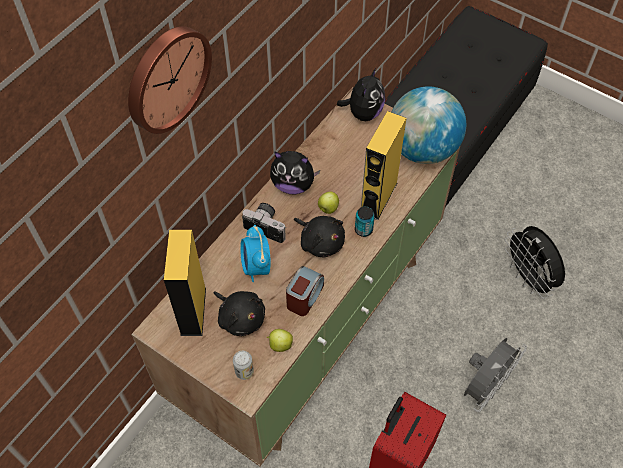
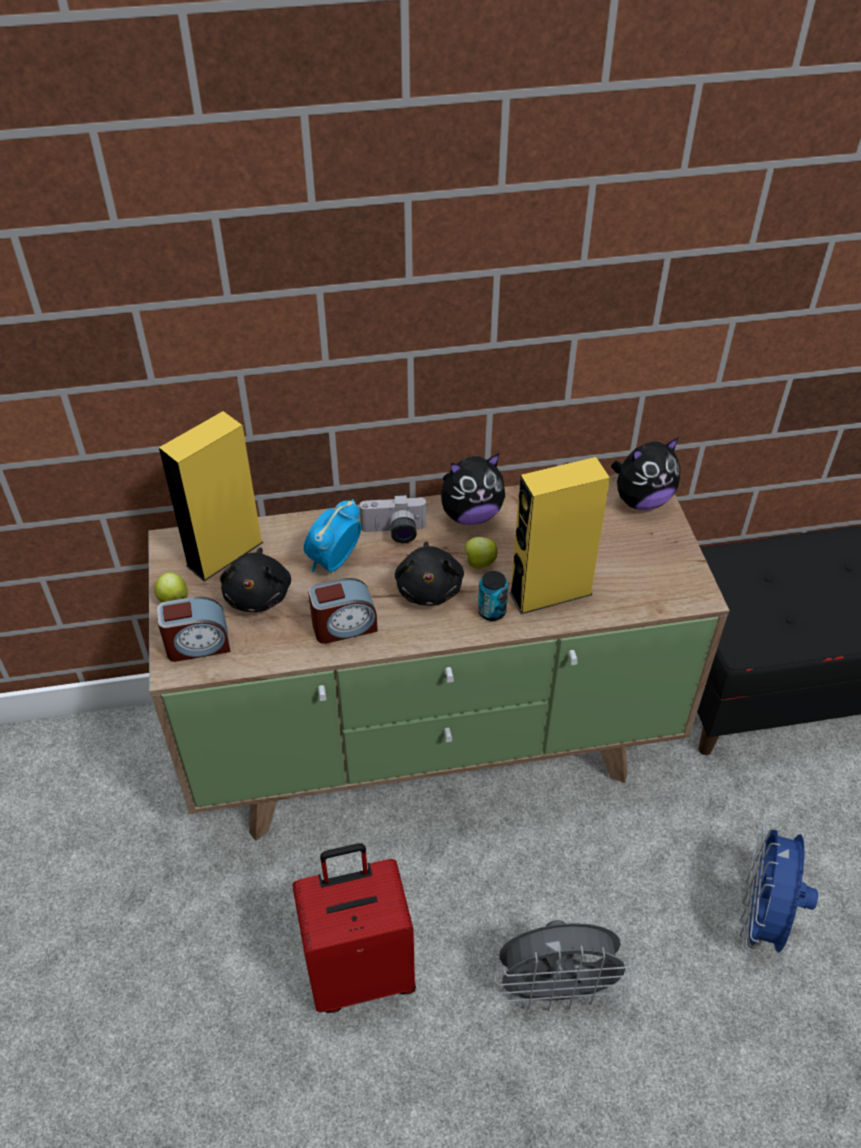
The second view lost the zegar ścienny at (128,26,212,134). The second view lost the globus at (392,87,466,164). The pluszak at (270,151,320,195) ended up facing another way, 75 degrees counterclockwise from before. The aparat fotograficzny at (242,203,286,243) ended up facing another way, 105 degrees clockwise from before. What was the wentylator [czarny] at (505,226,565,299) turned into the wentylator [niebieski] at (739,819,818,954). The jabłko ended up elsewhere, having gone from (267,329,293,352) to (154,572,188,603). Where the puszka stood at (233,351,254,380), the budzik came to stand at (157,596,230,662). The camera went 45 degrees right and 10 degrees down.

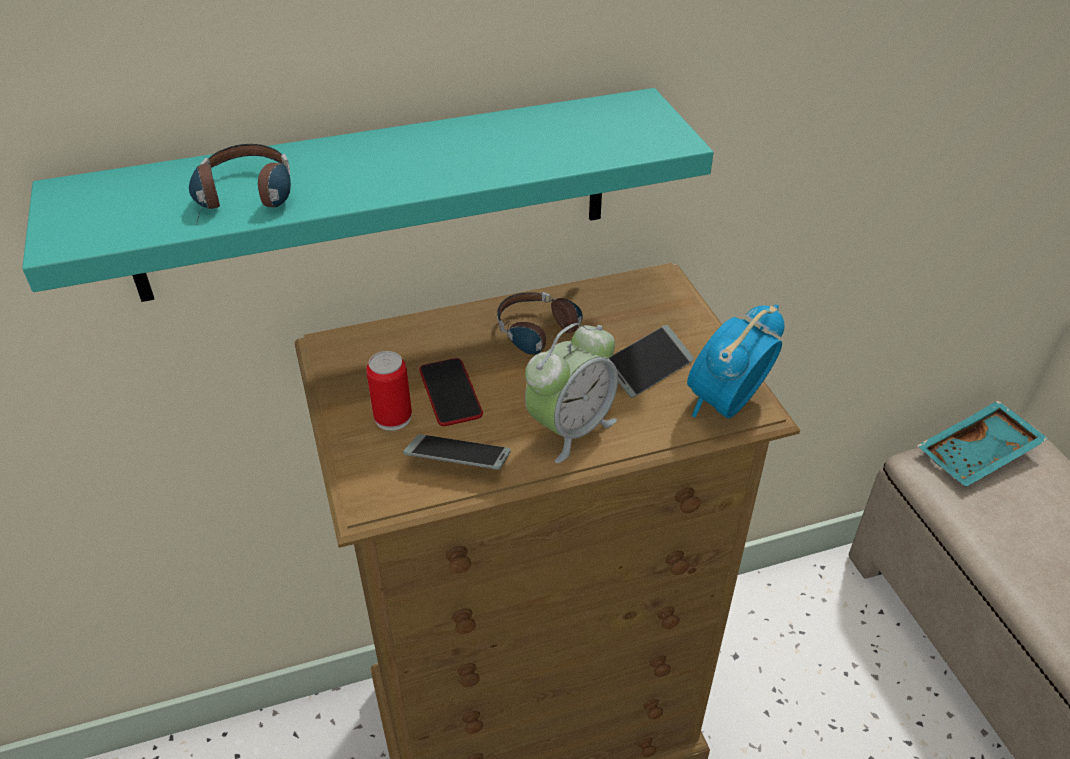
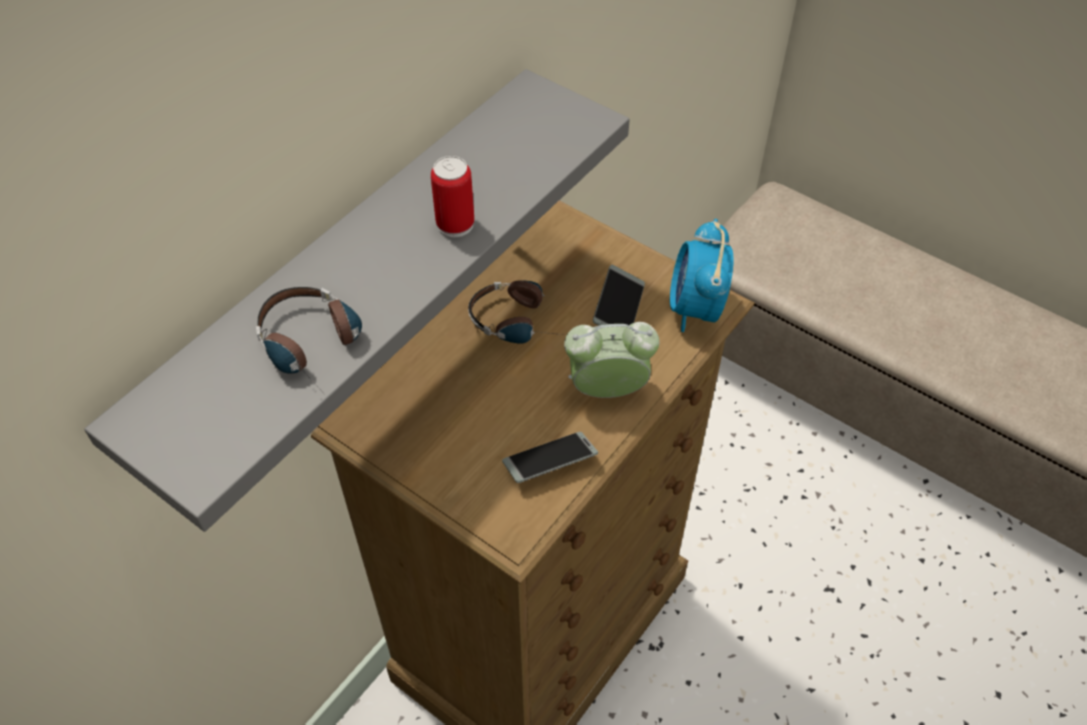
What was the półka [turkusowy] at (22,88,714,302) turned into the półka [szary] at (84,69,630,532). The budzik at (525,323,618,463) ended up facing another way, 105 degrees counterclockwise from before. The puszka ended up elsewhere, having gone from (366,351,412,431) to (431,156,474,237). The second view lost the telefon at (419,358,483,426). The second view lost the taca [turkusowy] at (917,401,1048,487). The camera went 35 degrees left and 10 degrees up.

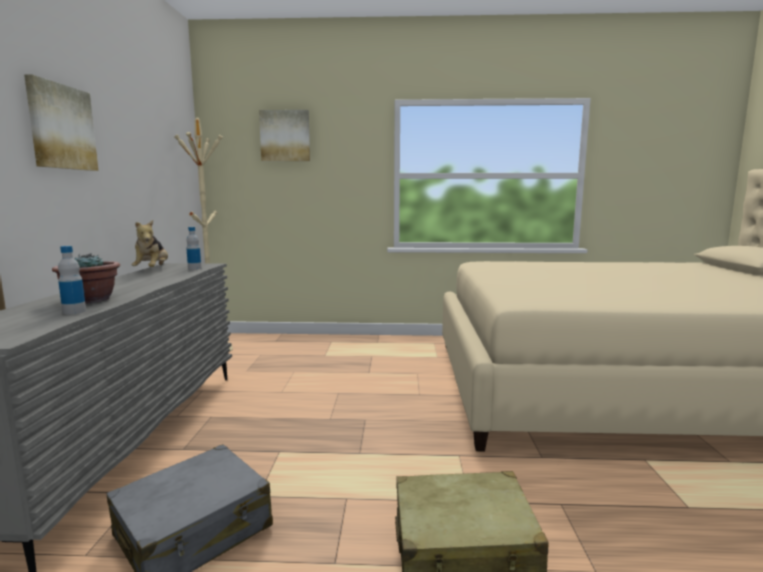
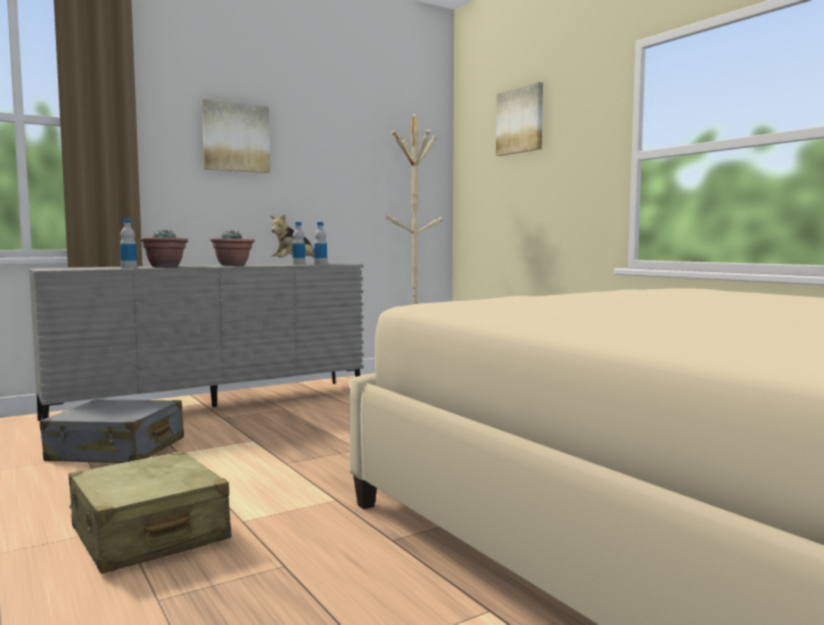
The second view gained the butelka at (292,222,305,265). The second view gained the roślina doniczkowa at (210,230,255,266). The camera went 55 degrees right and 5 degrees down.

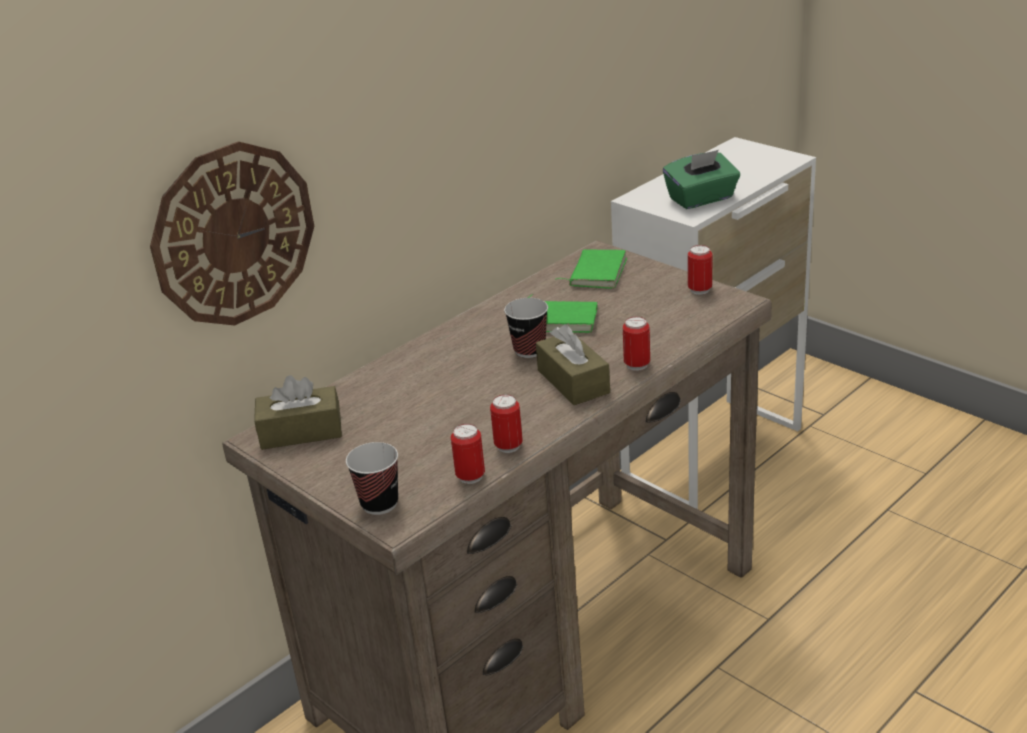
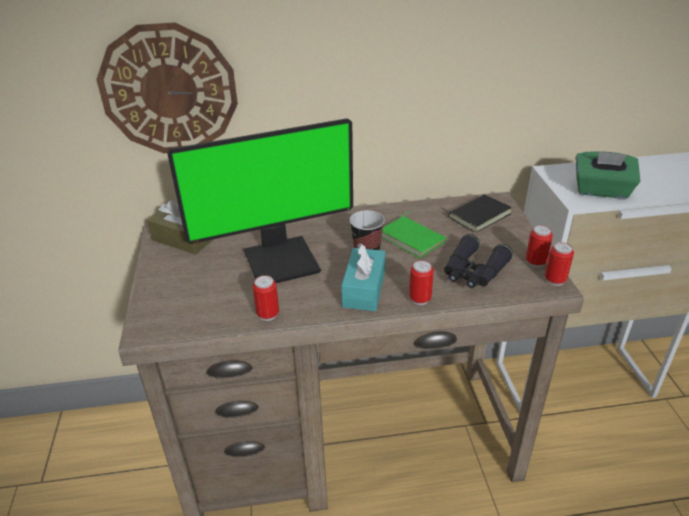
What was the książka [zielony] at (556,249,627,289) turned into the książka [czarny] at (442,195,512,233). What was the pudełko chusteczek [brązowy] at (536,324,610,405) turned into the pudełko chusteczek [turkusowy] at (341,243,385,311). The puszka ended up elsewhere, having gone from (451,424,485,484) to (545,242,574,286). The second view lost the filiżanka at (346,442,398,515). The second view gained the monitor at (167,118,353,283). The second view gained the lornetka [czarny] at (444,234,513,288). The camera went 35 degrees right and 5 degrees up.

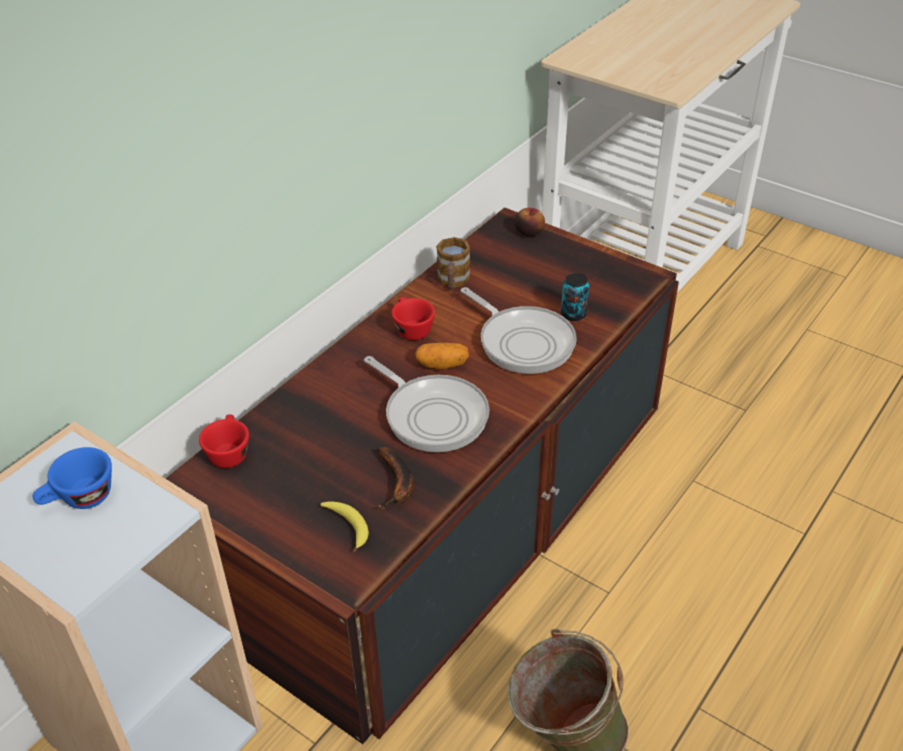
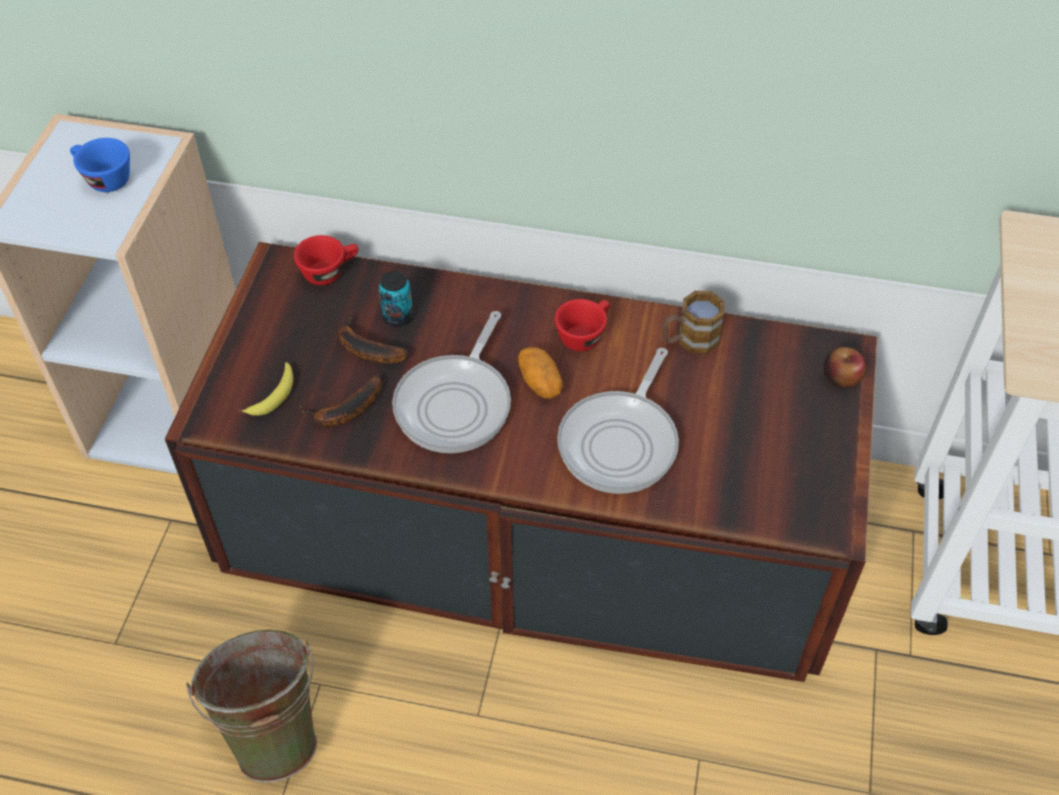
The puszka ended up elsewhere, having gone from (561,273,589,321) to (378,271,413,327). The second view gained the banan at (338,313,409,363). The camera went 65 degrees right and 10 degrees up.

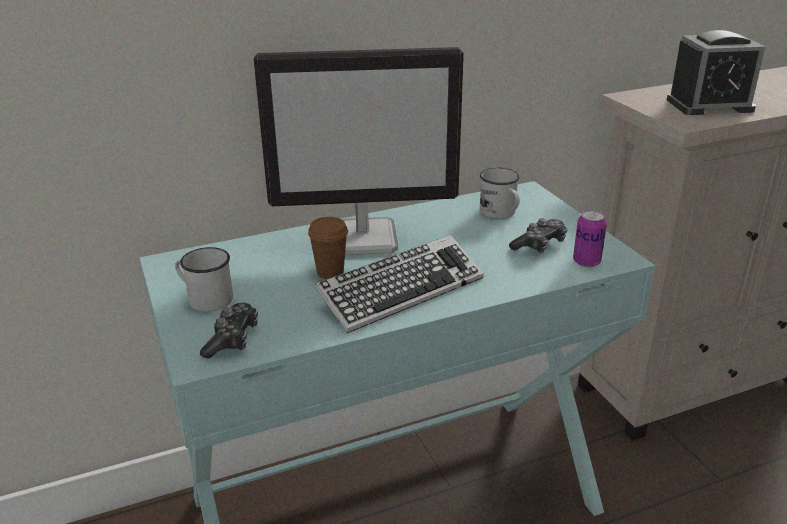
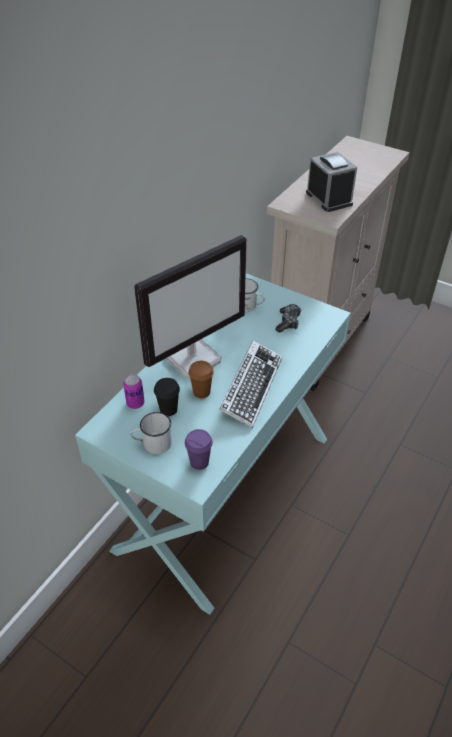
The budzik at (667,30,765,115) ended up facing another way, 75 degrees counterclockwise from before. The puszka ended up elsewhere, having gone from (573,210,607,267) to (123,374,145,409). Where the pad do gier stood at (200,303,258,359), the filiżanka [fioletowy] came to stand at (185,429,213,470). The second view gained the filiżanka [czarny] at (154,378,180,416). The camera went 35 degrees left and 15 degrees up.

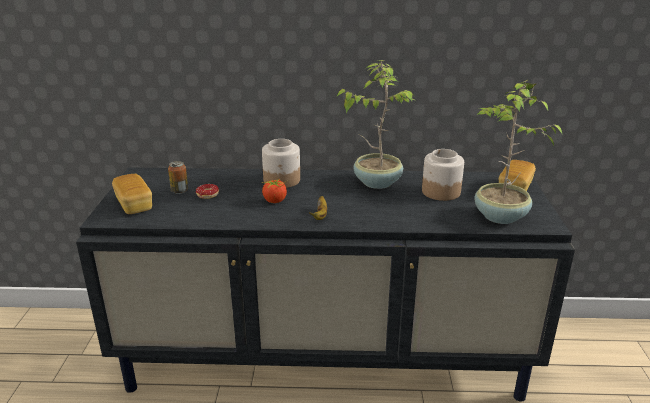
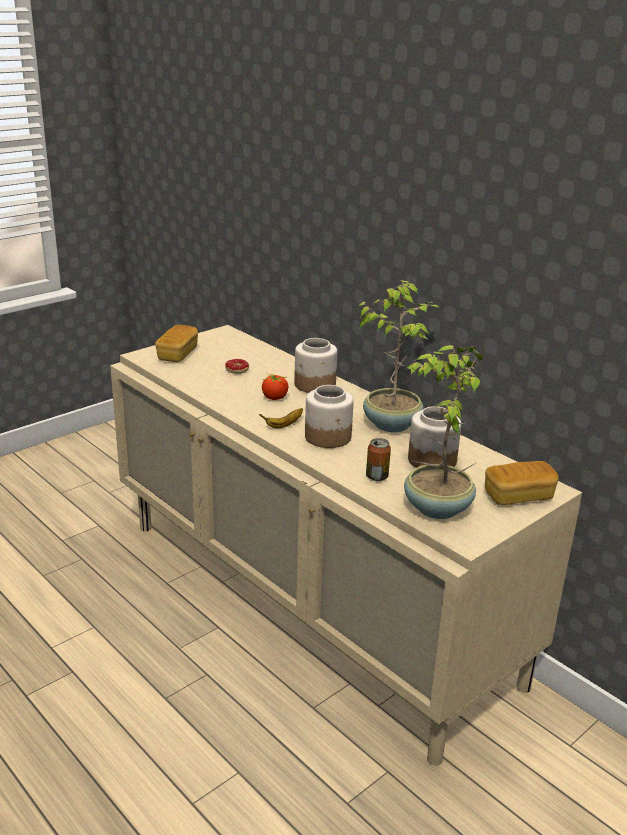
The puszka ended up elsewhere, having gone from (168,161,188,194) to (366,438,391,481). What was the szafka [czarny] at (76,168,575,402) turned into the szafka [beżowy] at (110,325,582,766). The second view gained the słoik at (305,385,354,448). The camera went 45 degrees right and 0 degrees up.

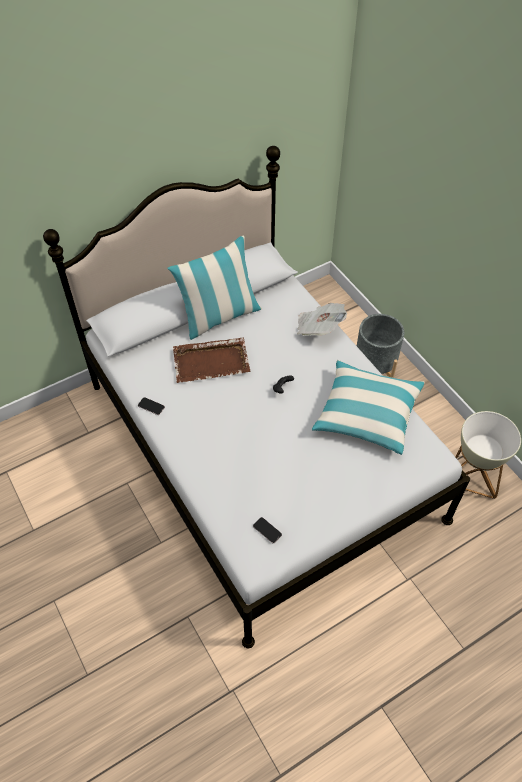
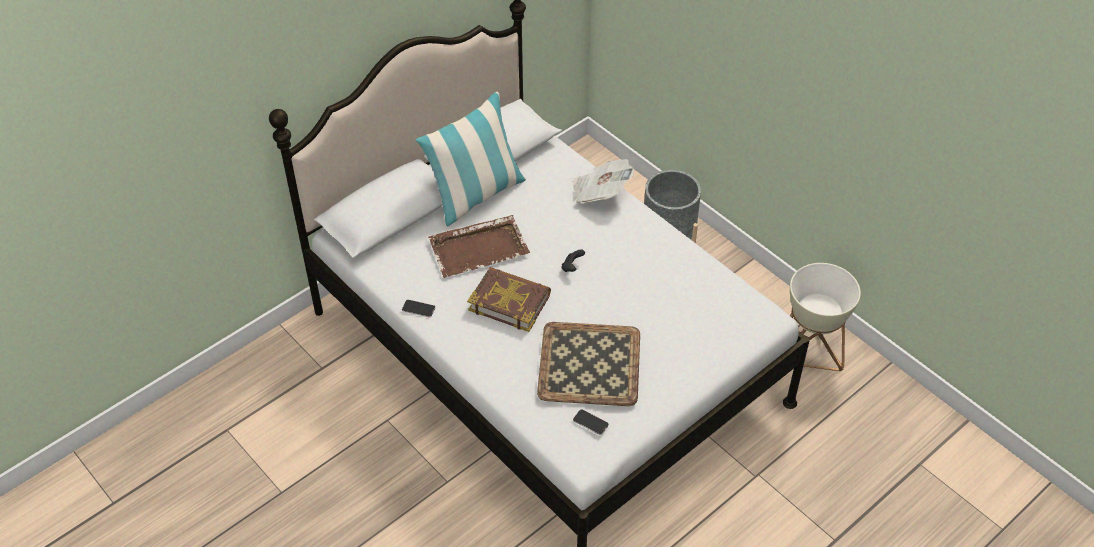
The second view lost the poduszka at (312,360,425,455). The second view gained the książka at (467,267,551,332). The second view gained the taca at (537,322,640,406). The camera went 10 degrees left and 5 degrees down.

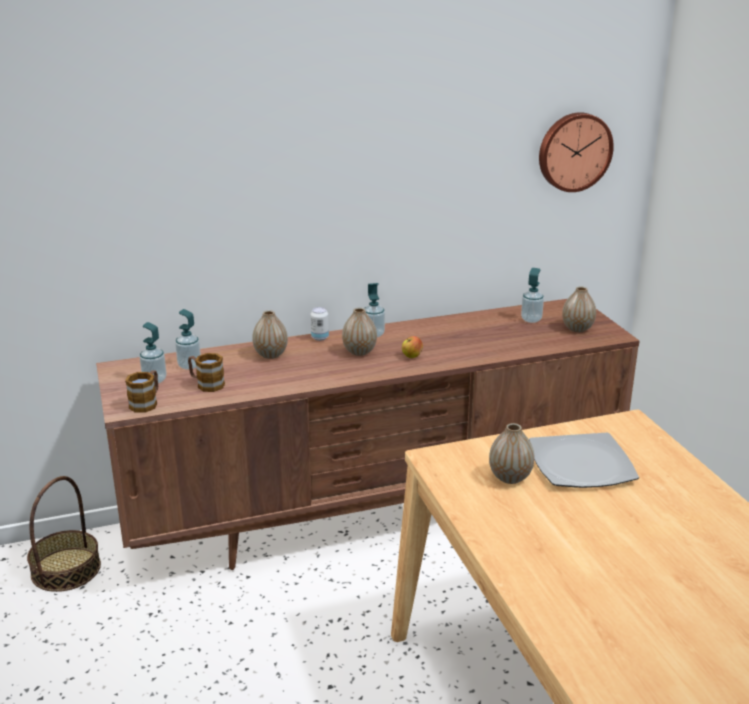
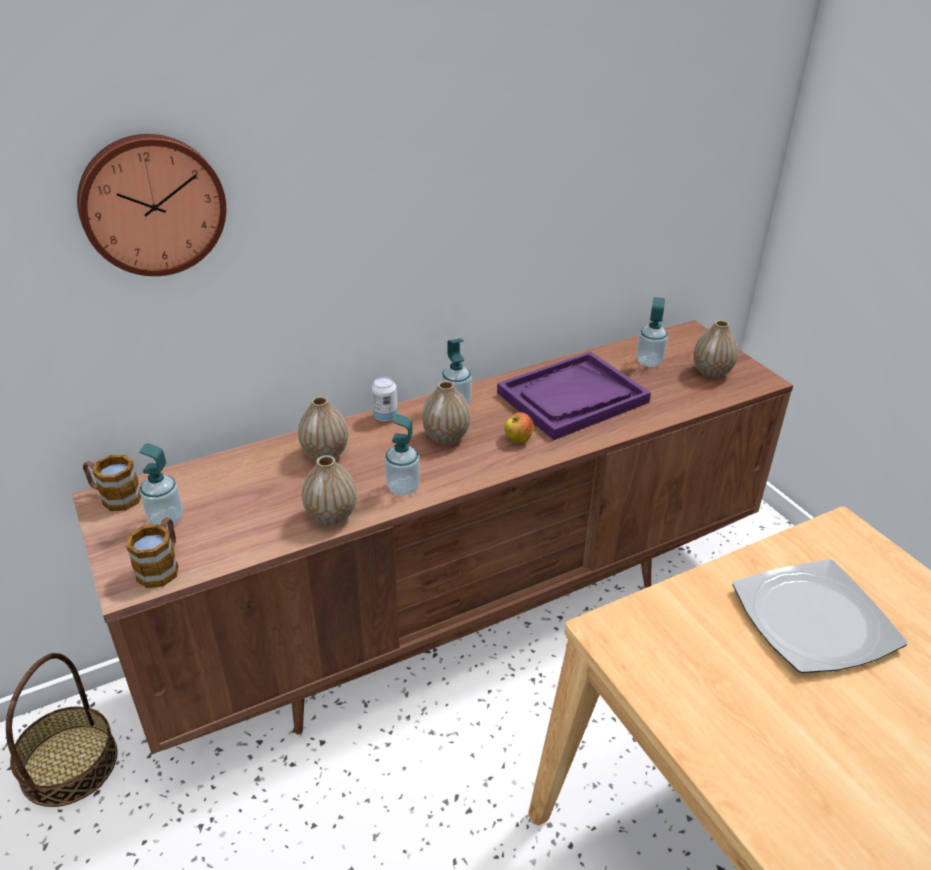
The zegar ścienny ended up elsewhere, having gone from (539,112,614,192) to (77,134,226,276). The dozownik mydła ended up elsewhere, having gone from (175,309,201,370) to (385,414,420,496). The kubek ended up elsewhere, having gone from (188,353,225,392) to (83,455,141,511). The wazon ended up elsewhere, having gone from (489,423,534,484) to (302,455,357,525). The second view gained the taca [fioletowy] at (497,351,651,440). The camera went 10 degrees left and 10 degrees up.

